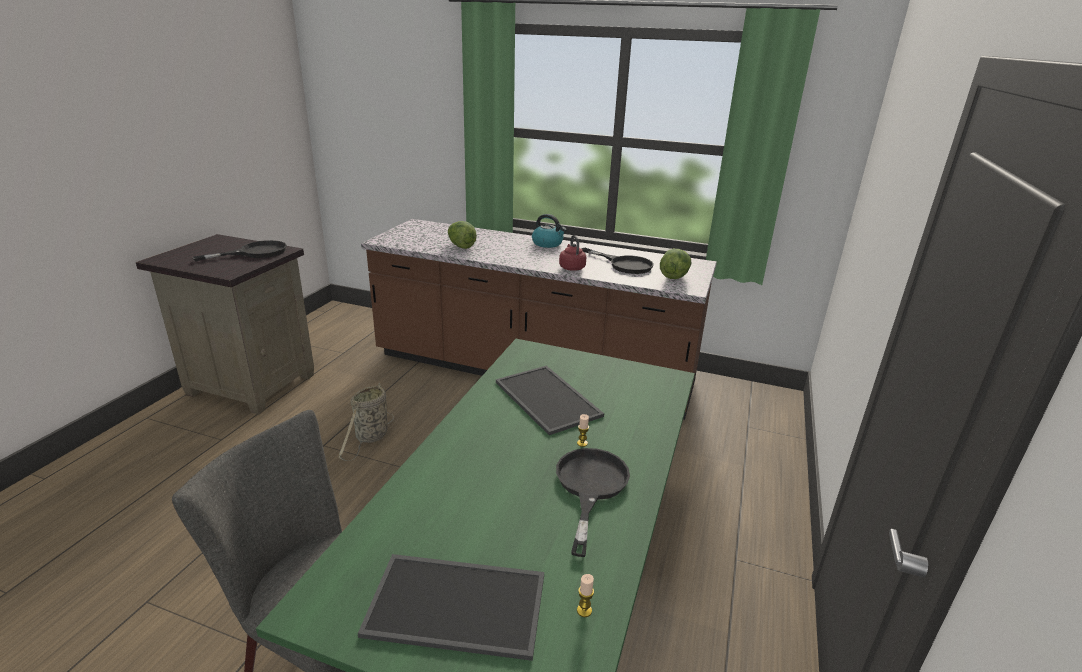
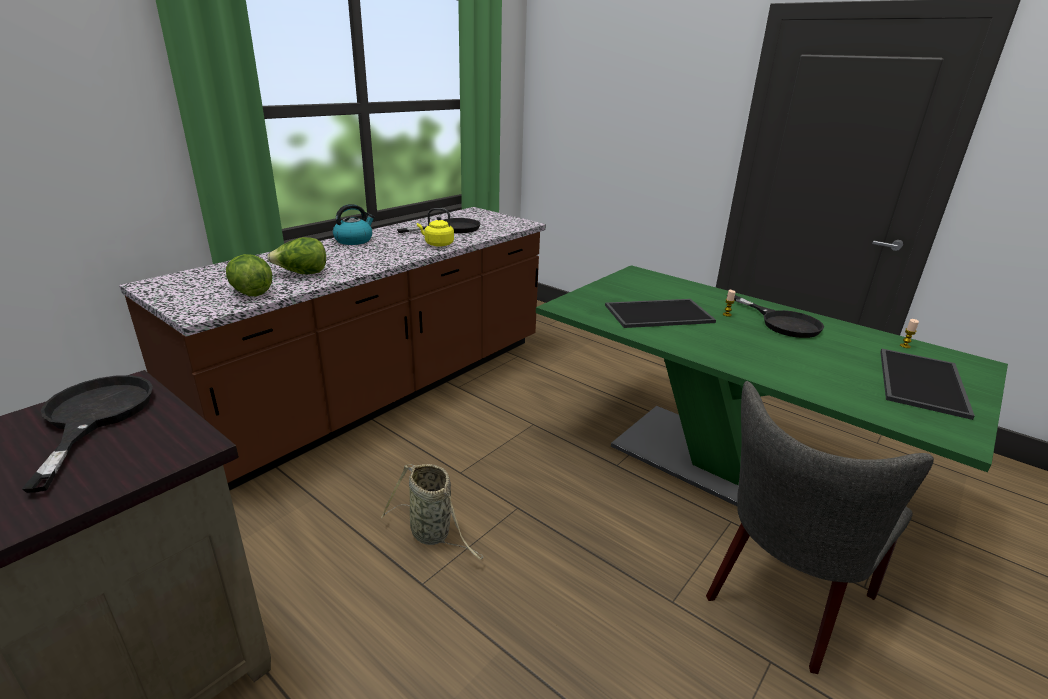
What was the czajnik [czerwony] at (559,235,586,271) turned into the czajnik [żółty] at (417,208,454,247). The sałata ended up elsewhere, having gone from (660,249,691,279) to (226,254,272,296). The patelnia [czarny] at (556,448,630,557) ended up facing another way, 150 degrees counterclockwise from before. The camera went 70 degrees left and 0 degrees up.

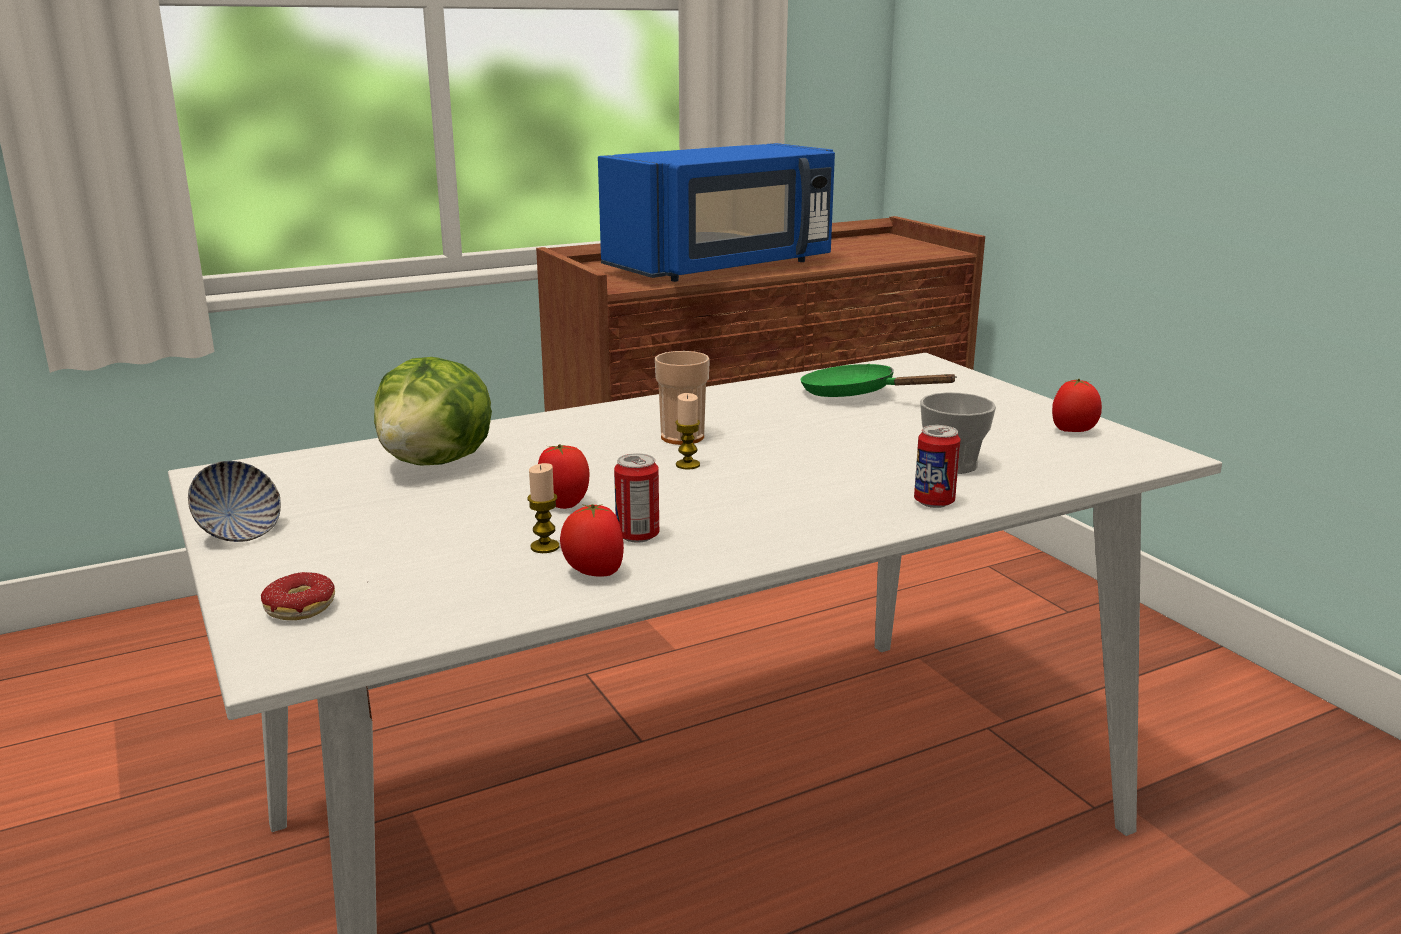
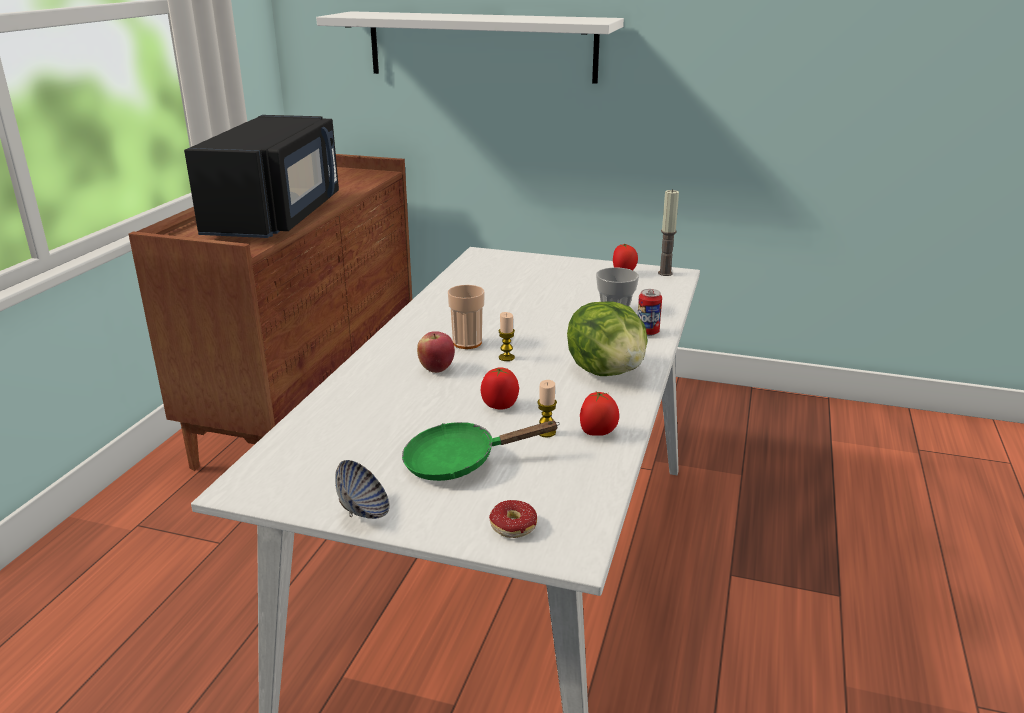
What was the mikrofalówka [niebieski] at (598,143,835,282) turned into the mikrofalówka [czarny] at (184,115,339,238). The sałata ended up elsewhere, having gone from (374,357,492,465) to (567,301,647,376). The patelnia [zielony] ended up elsewhere, having gone from (801,364,957,397) to (402,420,560,481). The second view lost the puszka at (614,453,659,543). The second view gained the półka [biały] at (316,11,624,84). The second view gained the świeca at (658,189,679,276). The second view gained the jabłko at (417,331,455,373). The camera went 45 degrees left and 5 degrees up.

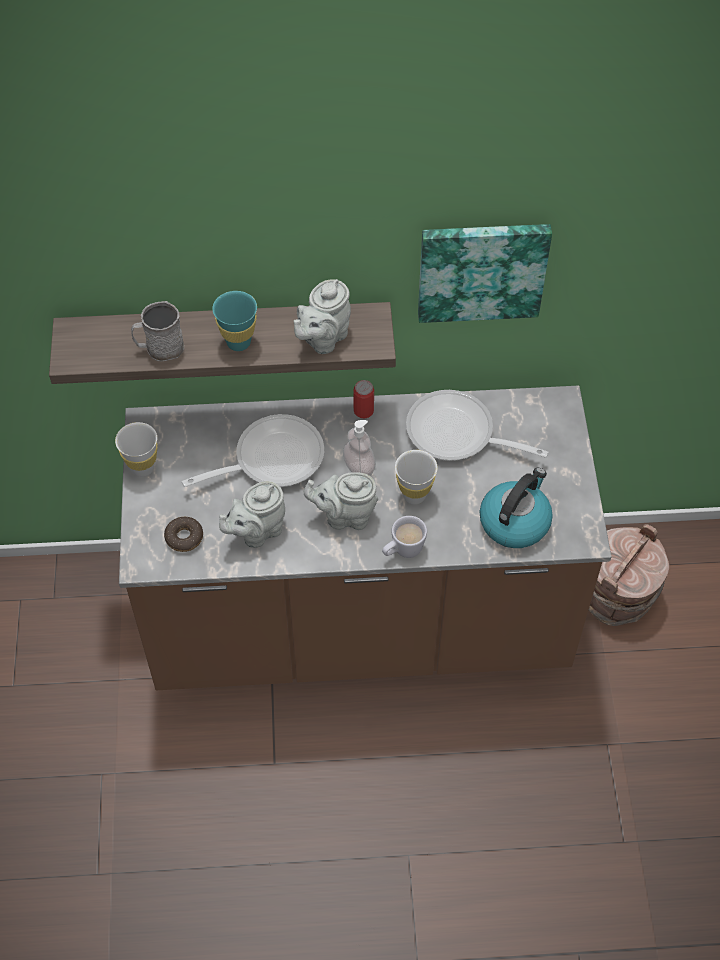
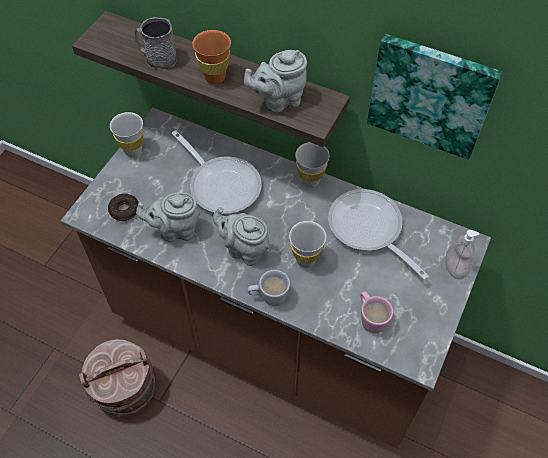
What was the filiżanka [turkusowy] at (212,291,257,351) turned into the filiżanka [pomarańczowy] at (192,30,231,84). Where the puszka stood at (353,380,374,419), the filiżanka [biały] came to stand at (295,142,330,188). The patelnia at (182,414,324,487) ended up facing another way, 45 degrees clockwise from before. The dozownik mydła ended up elsewhere, having gone from (343,420,376,476) to (445,230,479,279). Where the czajnik stood at (480,468,553,548), the kubek [różowy] came to stand at (361,291,393,333). The wiadro [brązowy] ended up elsewhere, having gone from (589,524,669,626) to (79,339,156,417). The camera went 30 degrees right and 0 degrees up.

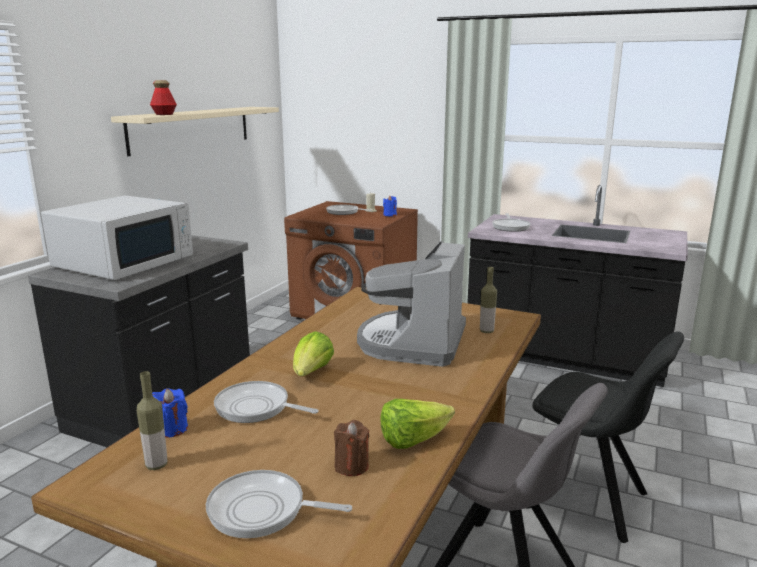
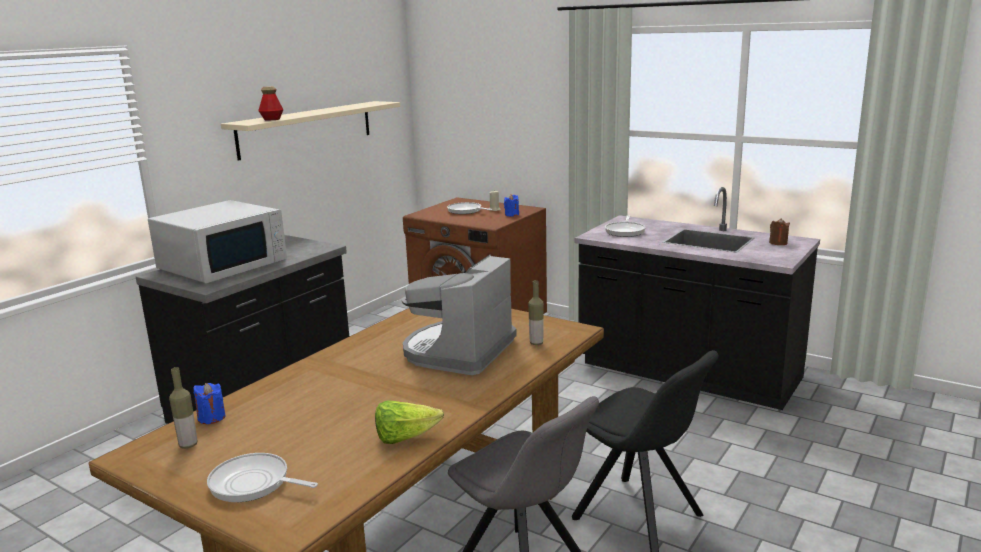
The second view lost the sałata at (293,331,334,376). The second view lost the patelnia at (214,381,319,423). The świeca [brązowy] ended up elsewhere, having gone from (334,420,369,476) to (769,218,790,245). The camera went 10 degrees right and 0 degrees up.

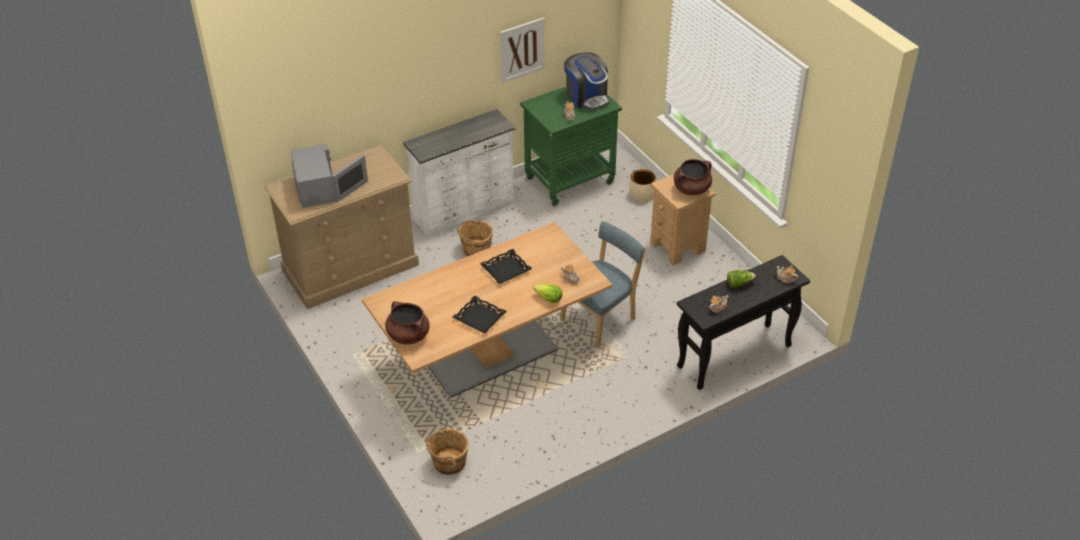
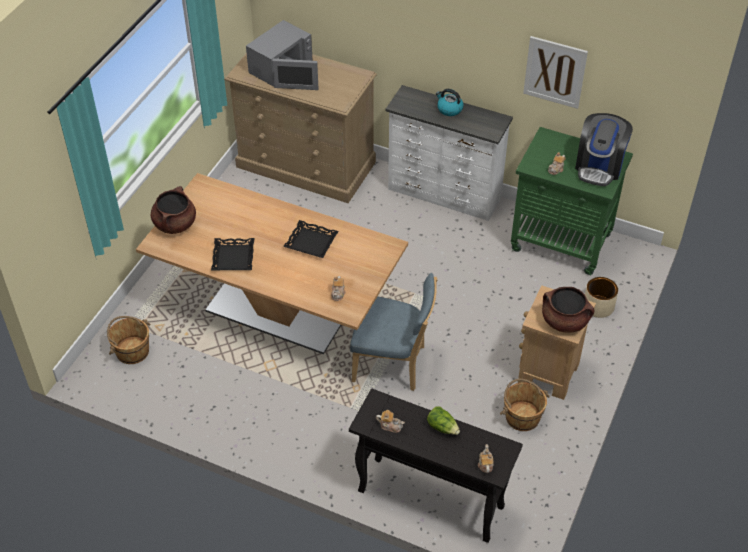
The wiadro [brązowy] ended up elsewhere, having gone from (457,219,493,256) to (500,379,550,431). The second view lost the sałata at (533,284,562,303). The second view gained the czajnik at (436,89,464,116). The camera went 55 degrees right and 5 degrees up.

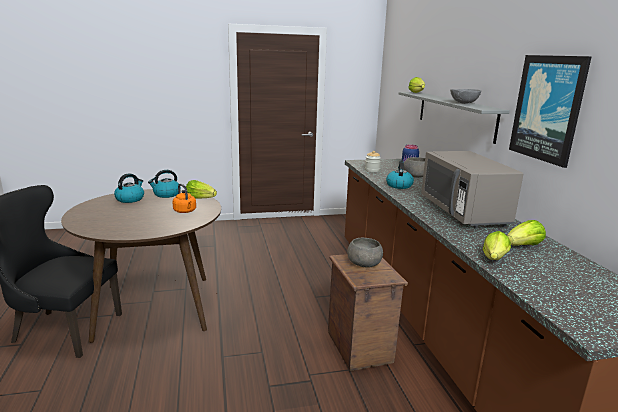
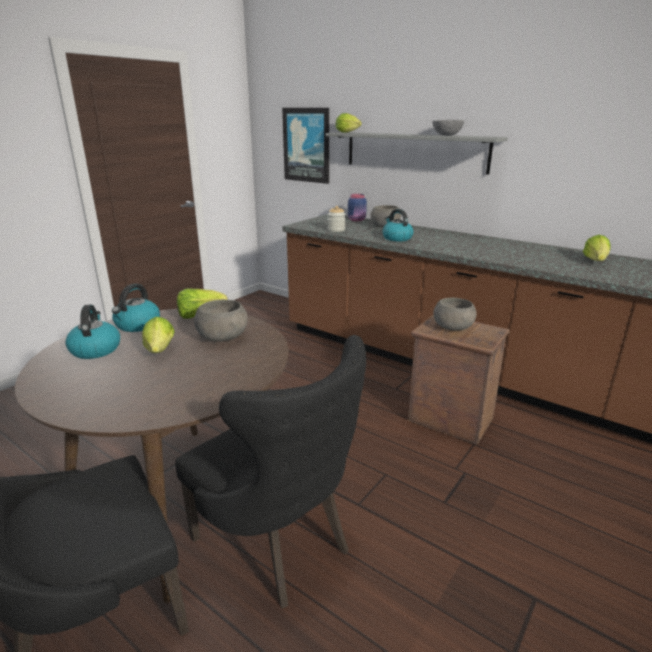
The obraz ended up elsewhere, having gone from (509,55,592,168) to (282,108,329,184). The second view lost the mikrofalówka [szary] at (421,151,523,229). Where the czajnik [pomarańczowy] stood at (173,184,196,213), the miska [szary] came to stand at (194,300,248,342). The sałata ended up elsewhere, having gone from (483,231,511,260) to (142,317,175,353). The second view gained the krzesło [czarny] at (175,335,366,609). The camera went 40 degrees left and 5 degrees up.

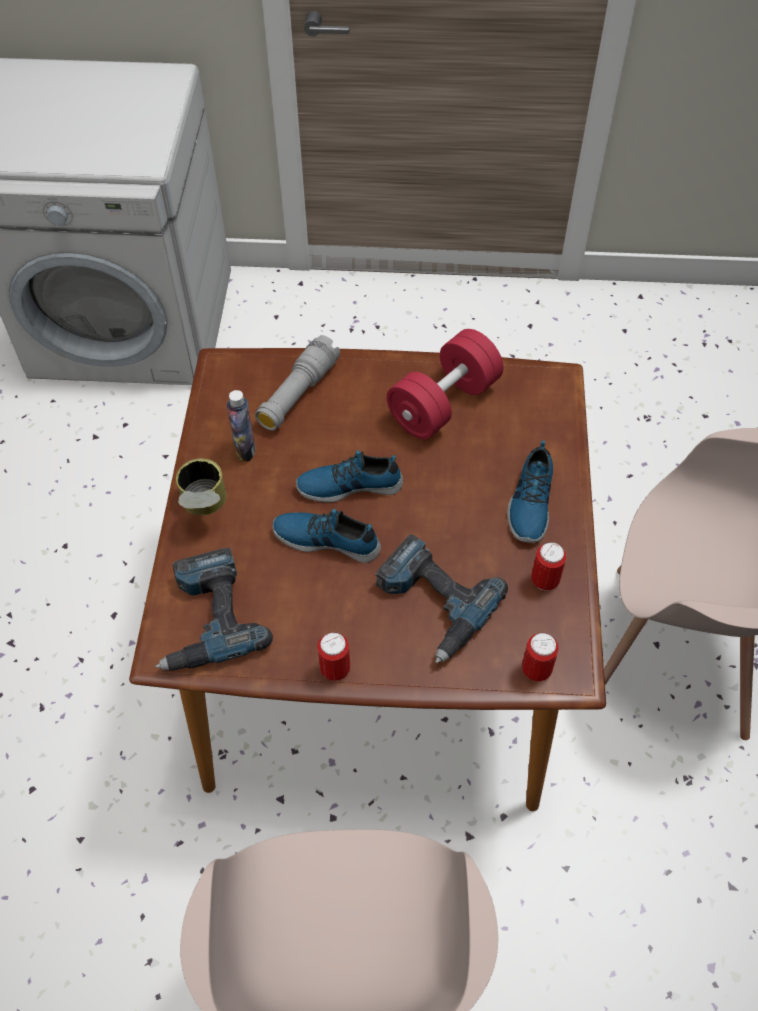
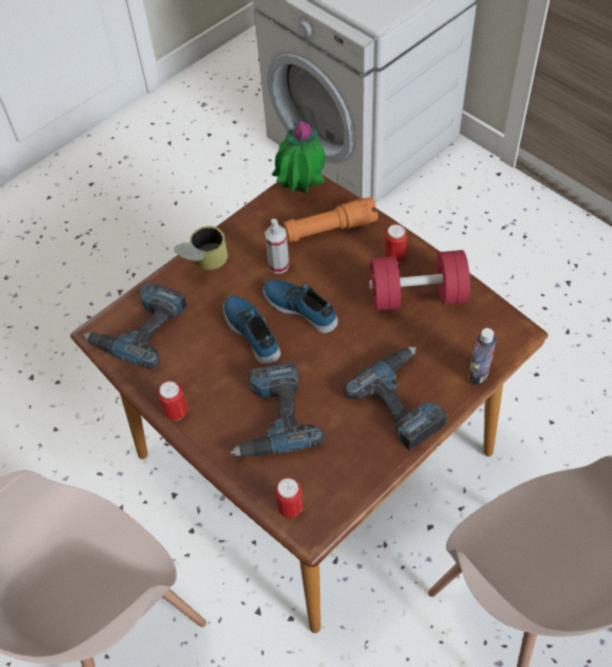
What was the latarka [szary] at (255,335,340,431) turned into the latarka [pomarańczowy] at (283,197,378,242). The butelka ended up elsewhere, having gone from (227,390,255,462) to (468,328,497,385). Where the but stood at (507,440,553,543), the wiertarka came to stand at (343,346,448,450). The puszka ended up elsewhere, having gone from (531,542,566,591) to (384,224,407,263). The second view gained the roślina doniczkowa at (272,120,325,194). The second view gained the spryskiwacz at (265,219,289,274). The camera went 45 degrees right and 0 degrees up.

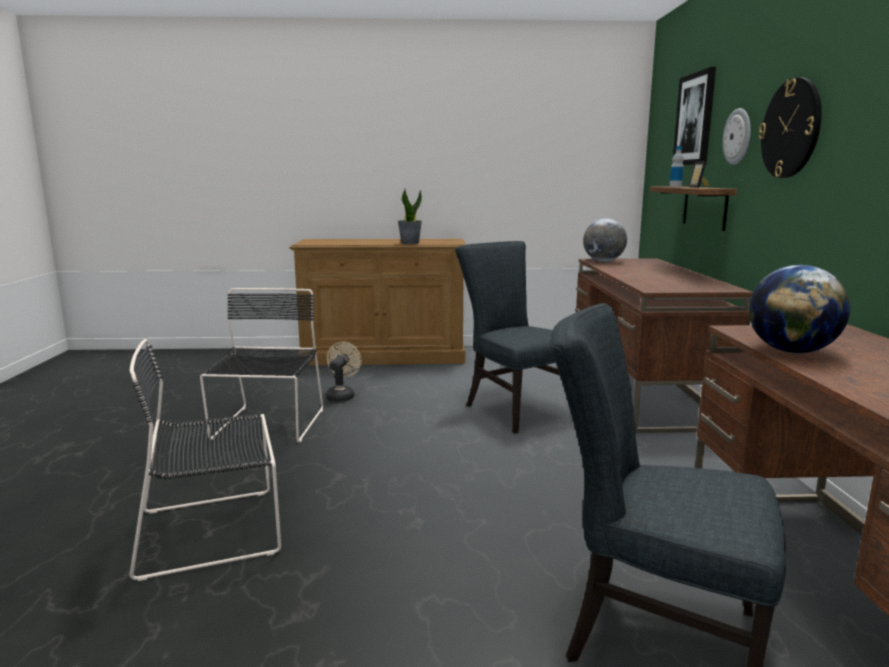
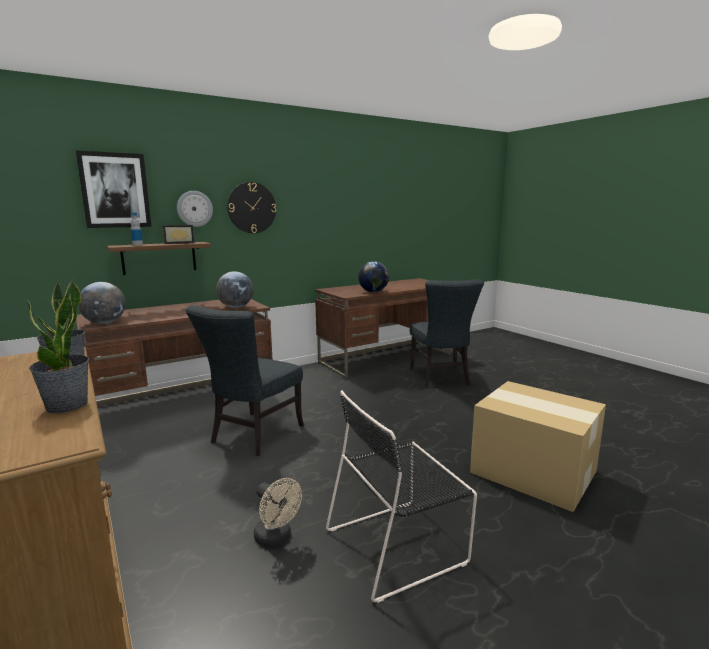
Where the krzesło [czarny] stood at (129,339,281,581), the karton came to stand at (470,381,606,512). The wentylator [beżowy] at (326,342,362,402) ended up facing another way, 120 degrees counterclockwise from before. The second view gained the globus at (216,271,254,308). The second view gained the roślina doniczkowa at (27,293,89,413). The camera went 120 degrees left and 0 degrees up.

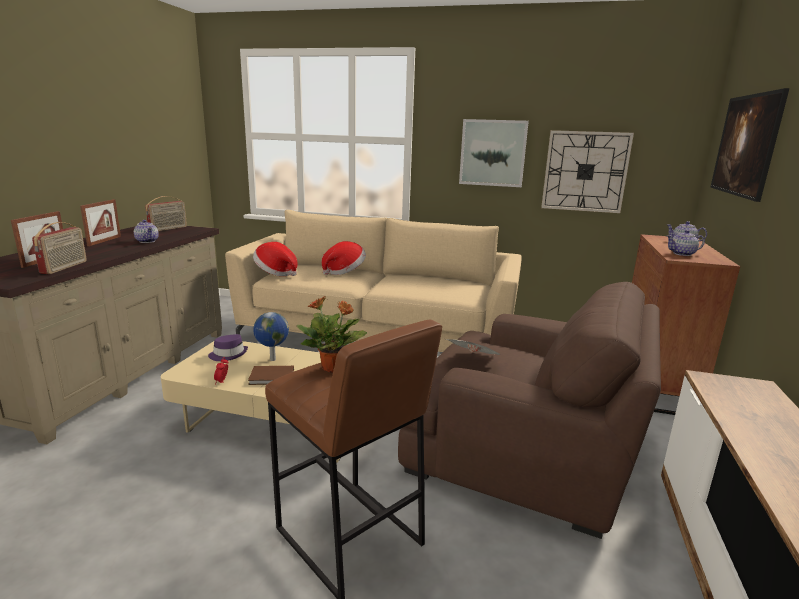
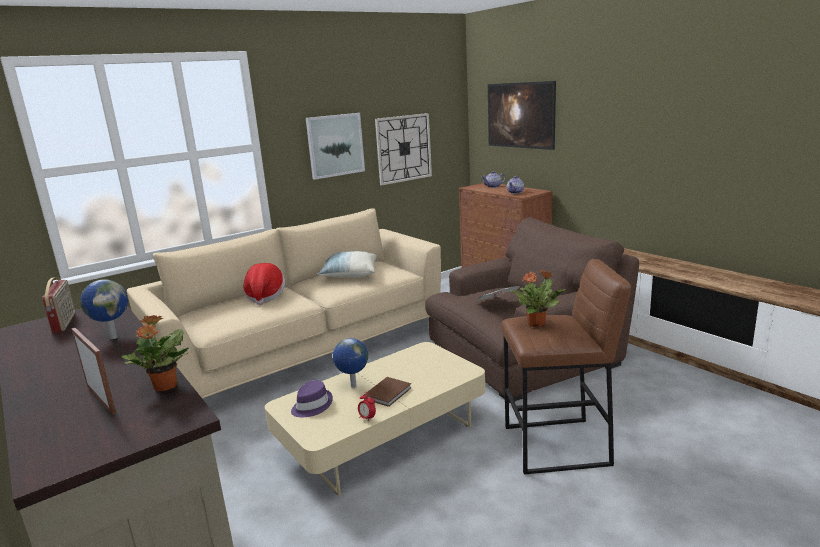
The second view lost the ramka na zdjęcie at (80,199,121,246). Where the imbryk stood at (134,220,159,243), the globus came to stand at (80,279,128,339). Where the radio stood at (32,222,87,274), the roślina doniczkowa came to stand at (121,315,189,391). The second view lost the kapelusz at (253,242,297,276). The second view gained the poduszka at (317,251,377,277). The camera went 50 degrees left and 0 degrees up.

